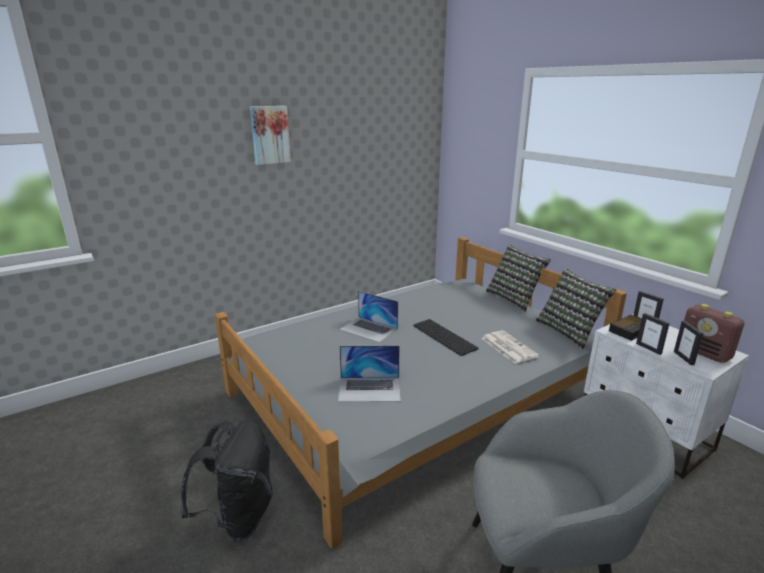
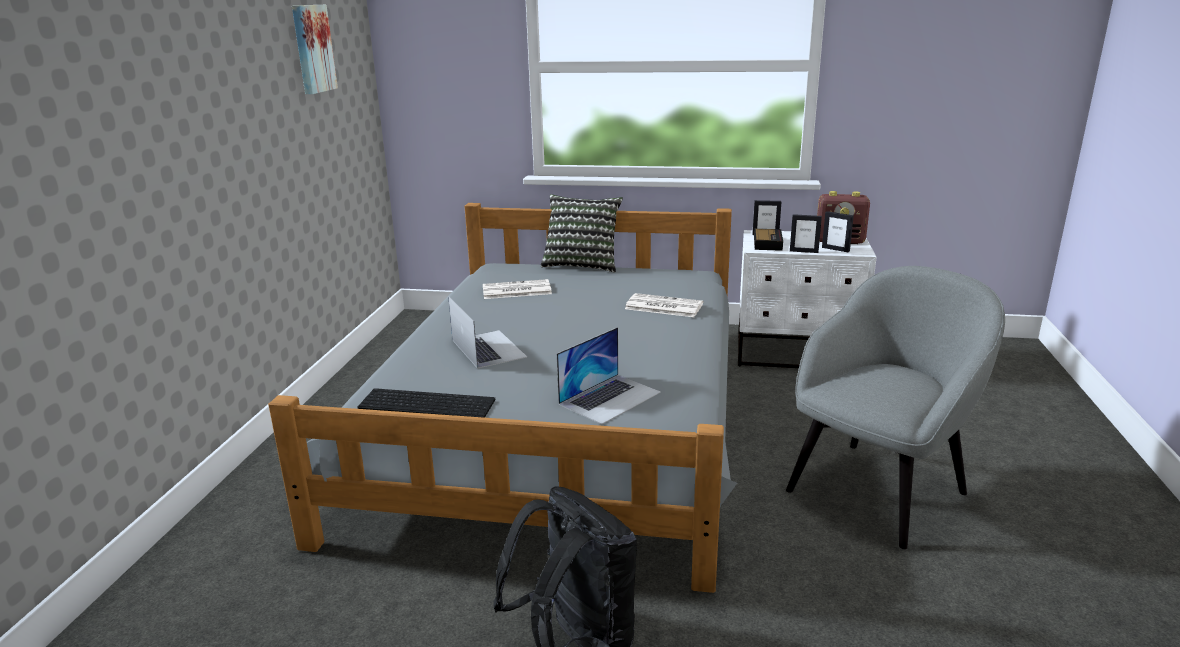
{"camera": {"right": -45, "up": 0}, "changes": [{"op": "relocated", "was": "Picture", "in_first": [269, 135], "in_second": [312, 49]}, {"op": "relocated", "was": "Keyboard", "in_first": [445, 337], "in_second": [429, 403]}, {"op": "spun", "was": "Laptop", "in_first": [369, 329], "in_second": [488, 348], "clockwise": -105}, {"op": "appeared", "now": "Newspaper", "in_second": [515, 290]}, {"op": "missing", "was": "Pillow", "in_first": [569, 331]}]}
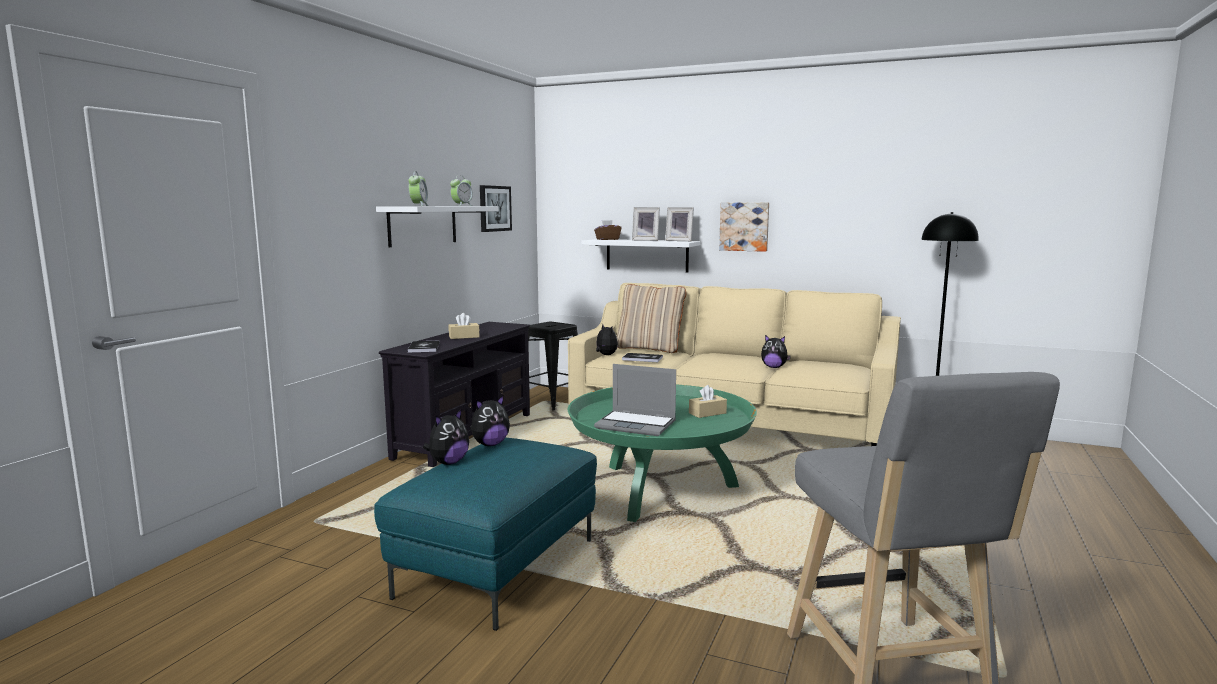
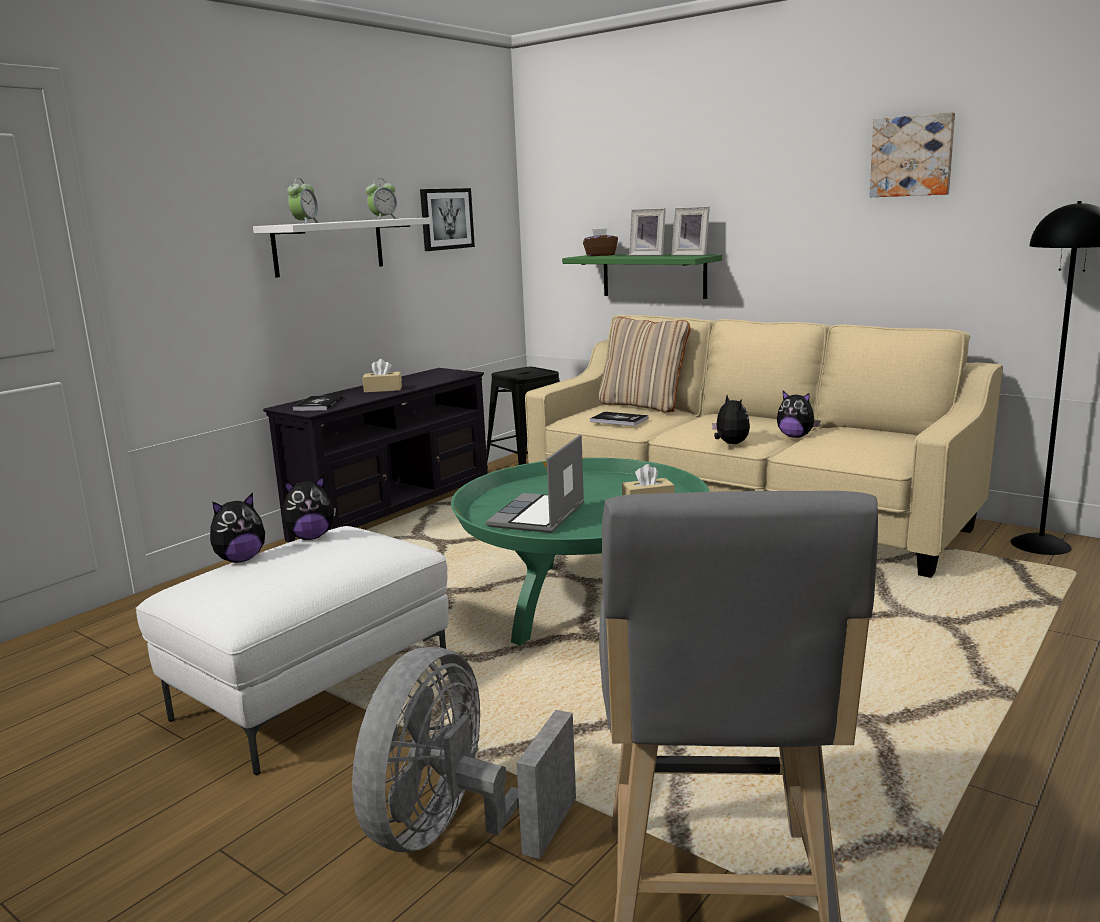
{"camera": {"right": 15, "up": 5}, "changes": [{"op": "colour", "was": "TurquoiseOttoman", "now": "WhiteOttoman", "in_first": [497, 567], "in_second": [313, 692]}, {"op": "appeared", "now": "GreyFan", "in_second": [455, 831]}, {"op": "spun", "was": "Laptop", "in_first": [637, 425], "in_second": [538, 516], "clockwise": 75}, {"op": "colour", "was": "WhiteShelf", "now": "GreenShelf", "in_first": [647, 255], "in_second": [654, 276]}, {"op": "relocated", "was": "PlushToy", "in_first": [605, 355], "in_second": [730, 444]}, {"op": "relocated", "was": "Picture", "in_first": [744, 226], "in_second": [912, 156]}]}
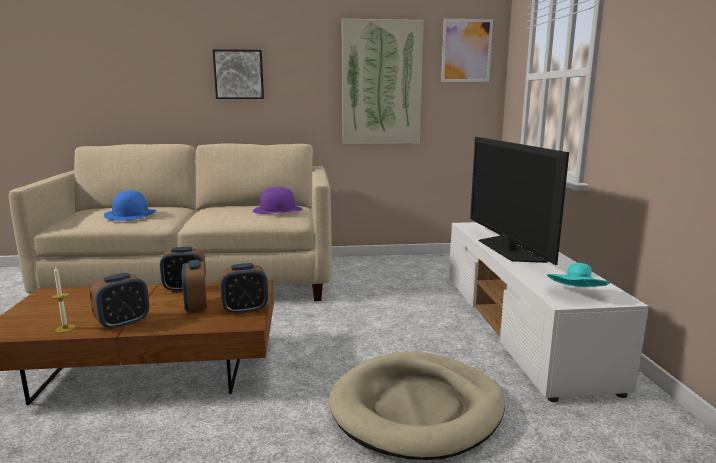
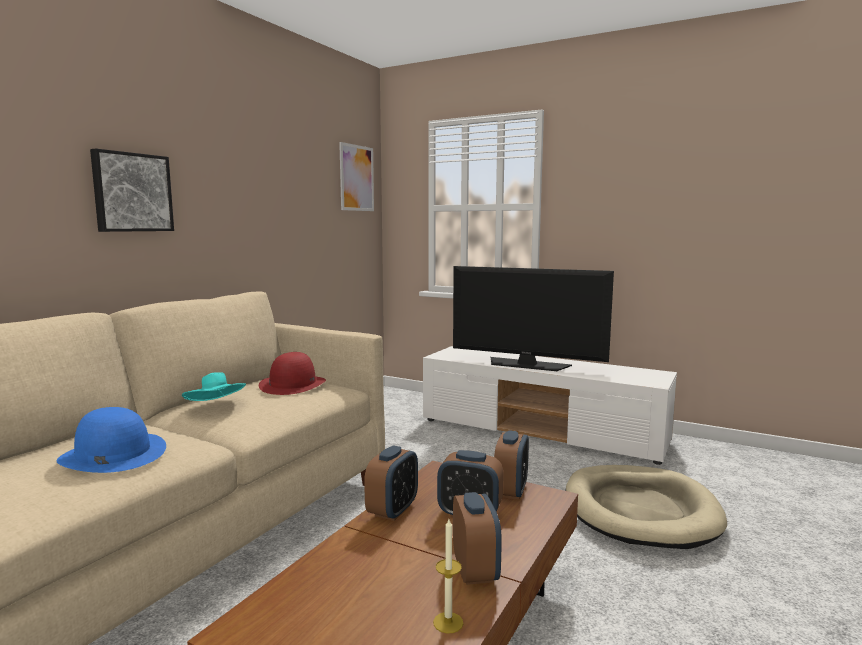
{"camera": {"right": -55, "up": -5}, "changes": [{"op": "relocated", "was": "TurquoiseHat", "in_first": [577, 295], "in_second": [216, 406]}, {"op": "colour", "was": "PurpleHat", "now": "RedHat", "in_first": [277, 210], "in_second": [292, 384]}, {"op": "missing", "was": "Picture", "in_first": [381, 83]}]}
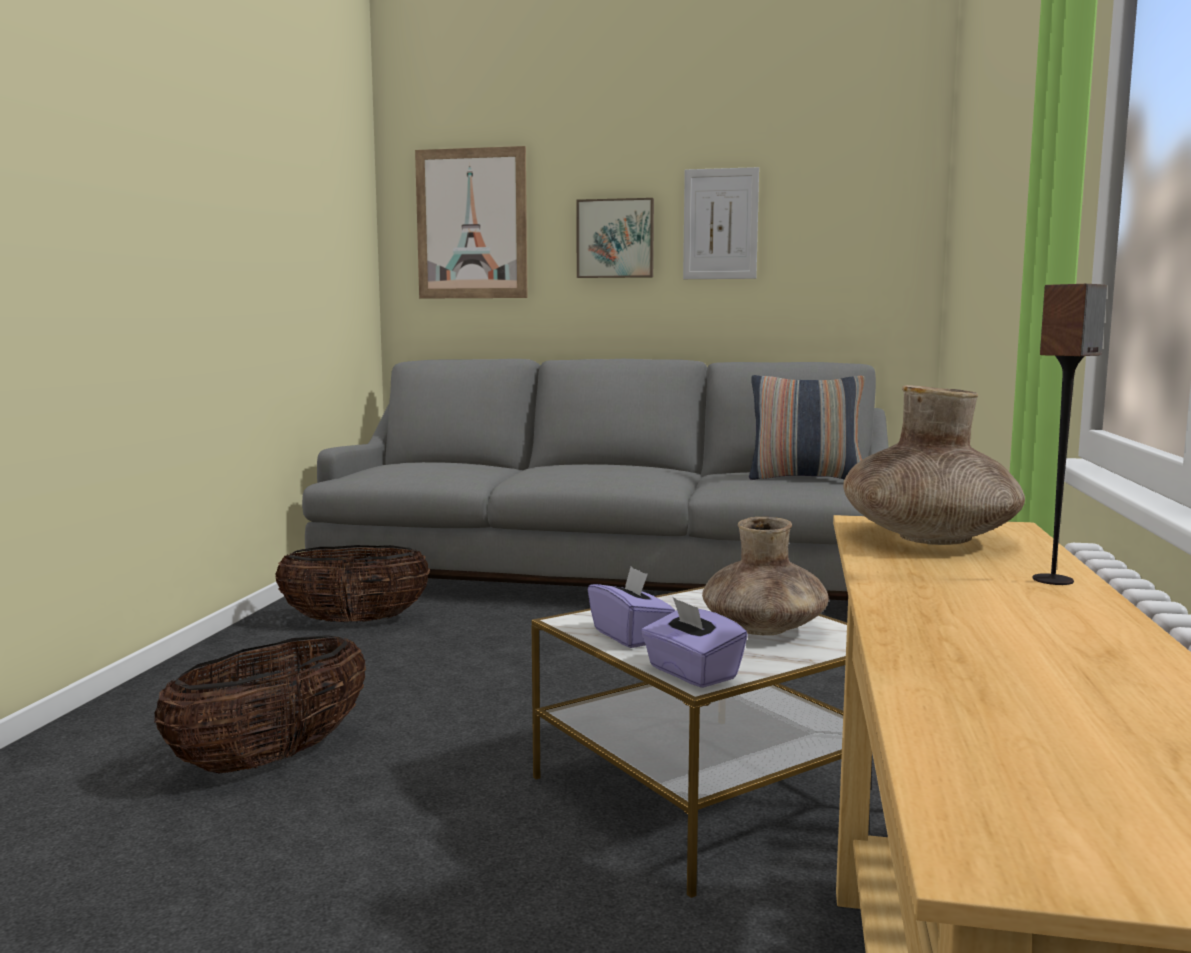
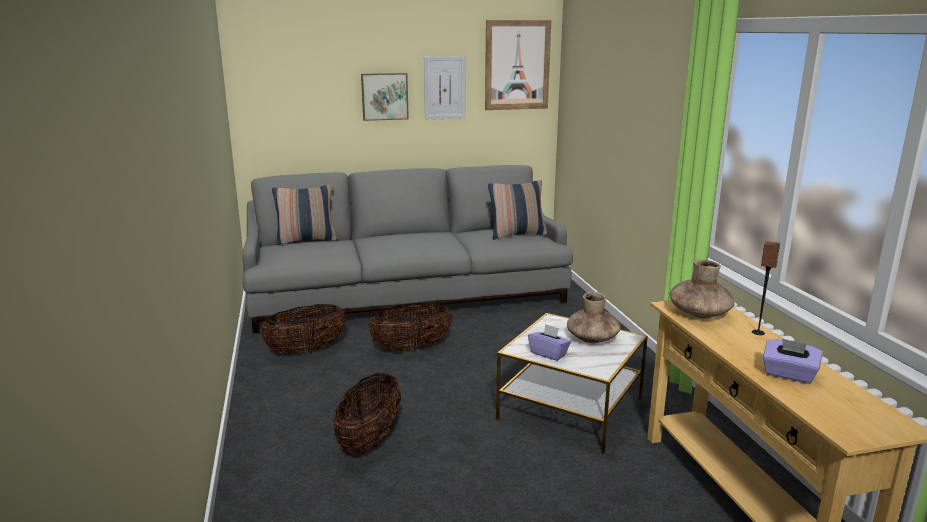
{"camera": {"right": -25, "up": 10}, "changes": [{"op": "appeared", "now": "Pillow", "in_second": [306, 240]}, {"op": "appeared", "now": "Basket", "in_second": [411, 348]}, {"op": "relocated", "was": "Picture", "in_first": [472, 224], "in_second": [517, 65]}, {"op": "relocated", "was": "PurpleTissueBox", "in_first": [691, 673], "in_second": [788, 375]}]}
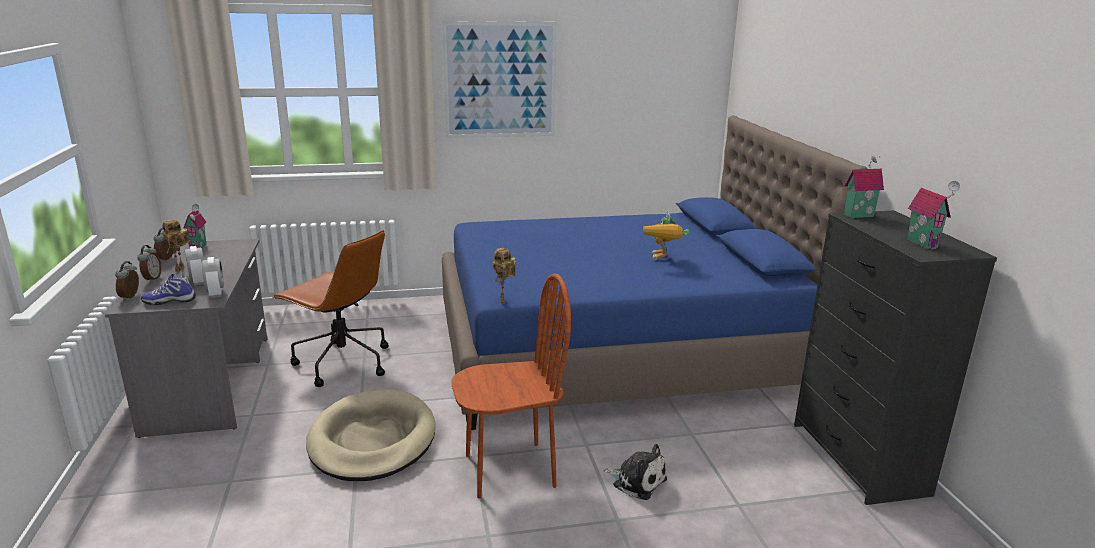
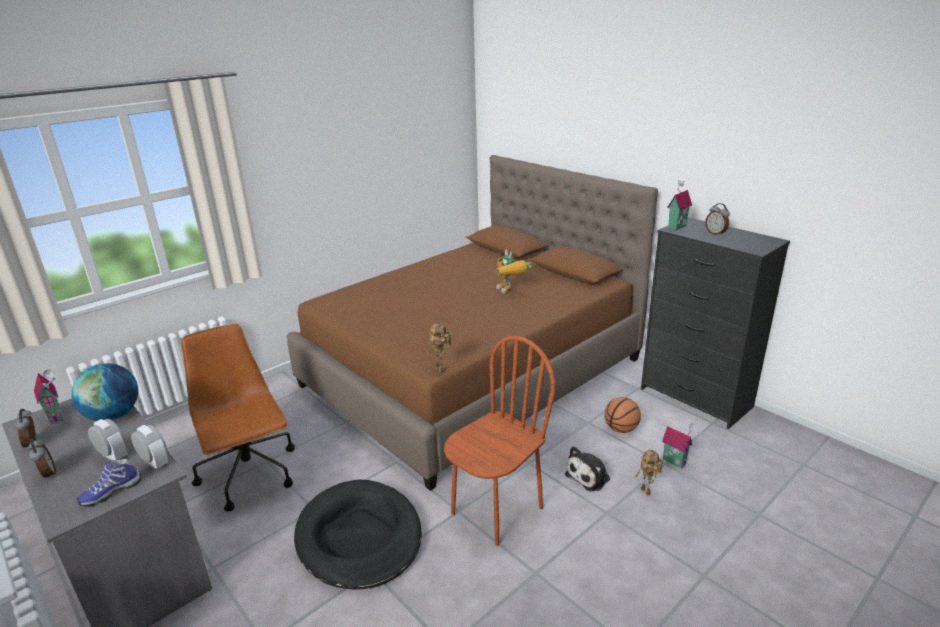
{"camera": {"right": -30, "up": 5}, "changes": [{"op": "appeared", "now": "Globe", "in_second": [114, 415]}, {"op": "spun", "was": "BrownOfficeChair", "in_first": [341, 363], "in_second": [250, 475], "clockwise": -120}, {"op": "colour", "was": "BlueBed", "now": "BrownBed", "in_first": [616, 348], "in_second": [472, 372]}, {"op": "colour", "was": "BeigeDogBed", "now": "BlackDogBed", "in_first": [372, 440], "in_second": [359, 537]}, {"op": "spun", "was": "PlushToy", "in_first": [637, 481], "in_second": [589, 476], "clockwise": 135}, {"op": "appeared", "now": "Basketball", "in_second": [621, 429]}, {"op": "relocated", "was": "ToyRobot", "in_first": [180, 269], "in_second": [647, 491]}, {"op": "relocated", "was": "ToyHouse", "in_first": [924, 243], "in_second": [675, 461]}, {"op": "relocated", "was": "AlarmClock", "in_first": [131, 297], "in_second": [716, 233]}, {"op": "missing", "was": "Picture", "in_first": [500, 80]}]}
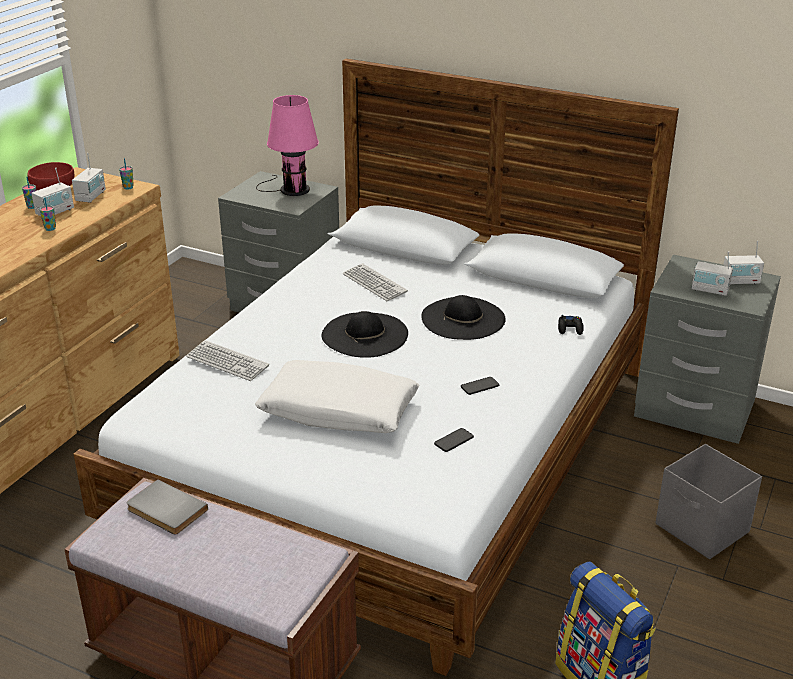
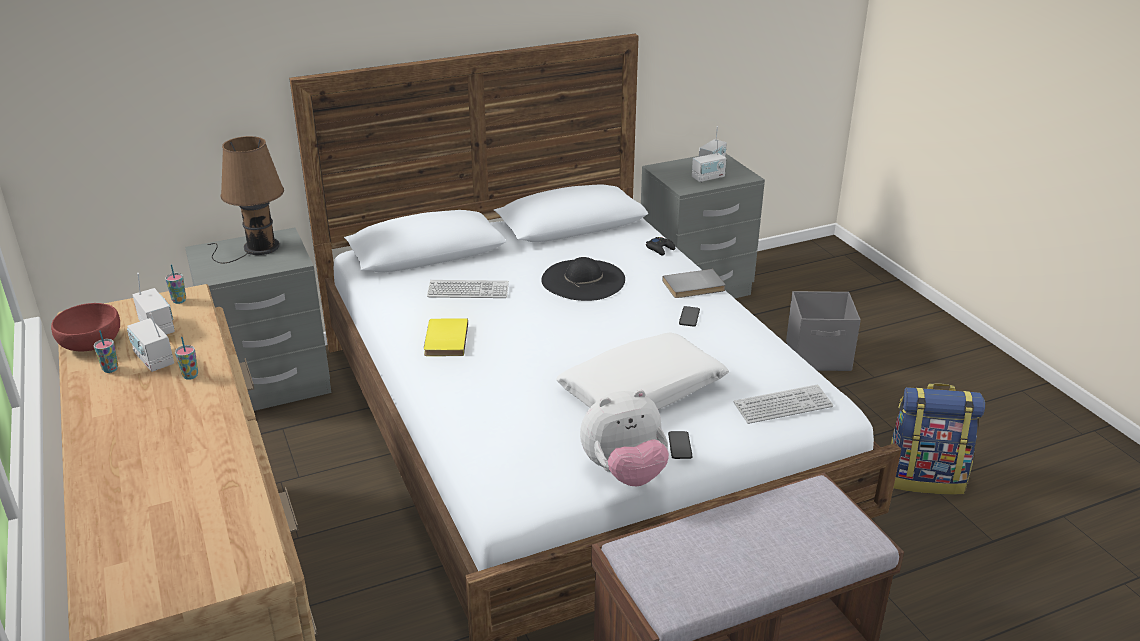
{"camera": {"right": -50, "up": 0}, "changes": [{"op": "spun", "was": "Radio", "in_first": [55, 212], "in_second": [154, 360], "clockwise": 150}, {"op": "colour", "was": "PinkTableLamp", "now": "BrownTableLamp", "in_first": [291, 189], "in_second": [257, 248]}, {"op": "appeared", "now": "YellowBook", "in_second": [444, 340]}, {"op": "appeared", "now": "PlushToy", "in_second": [624, 472]}, {"op": "relocated", "was": "GreyBook", "in_first": [165, 511], "in_second": [694, 287]}, {"op": "relocated", "was": "Phone", "in_first": [454, 441], "in_second": [680, 446]}, {"op": "relocated", "was": "Keyboard", "in_first": [227, 362], "in_second": [783, 406]}, {"op": "missing", "was": "BlackHat", "in_first": [365, 334]}]}
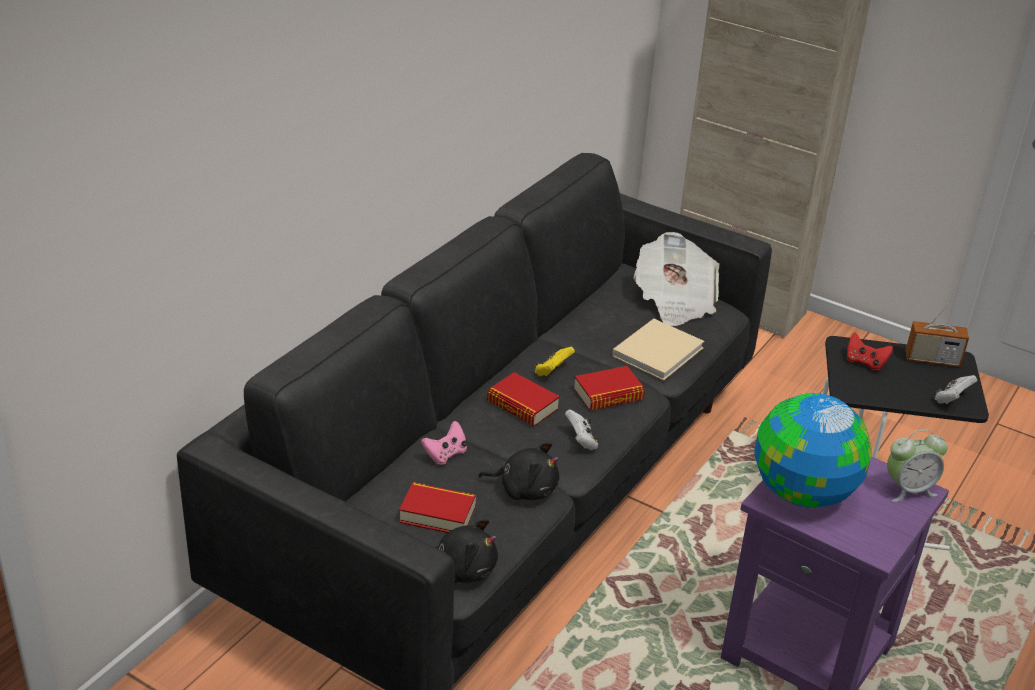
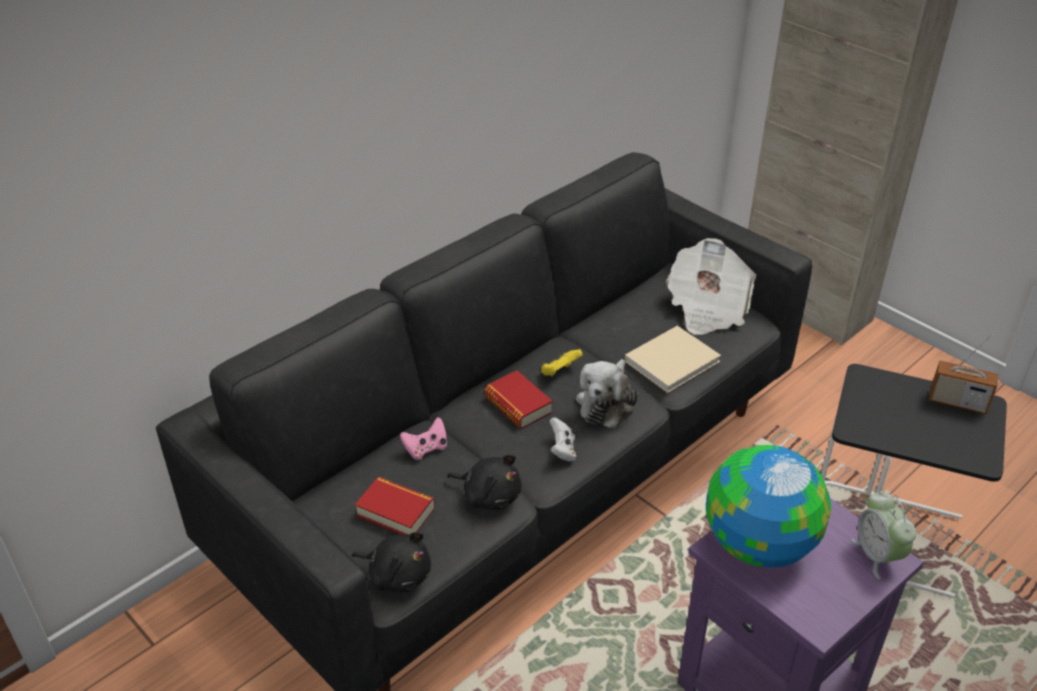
{"camera": {"right": 15, "up": 5}, "changes": [{"op": "exchanged", "was": "Book", "now": "PlushToy", "in_first": [608, 395], "in_second": [606, 402]}, {"op": "spun", "was": "AlarmClock", "in_first": [908, 489], "in_second": [877, 555], "clockwise": 75}, {"op": "missing", "was": "RedGameController", "in_first": [865, 363]}, {"op": "missing", "was": "WhiteGameController", "in_first": [951, 400]}]}
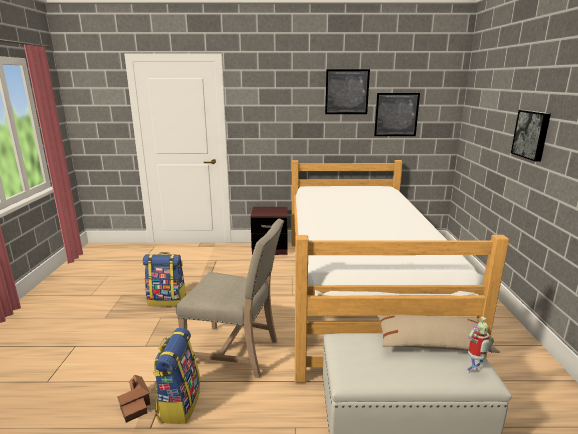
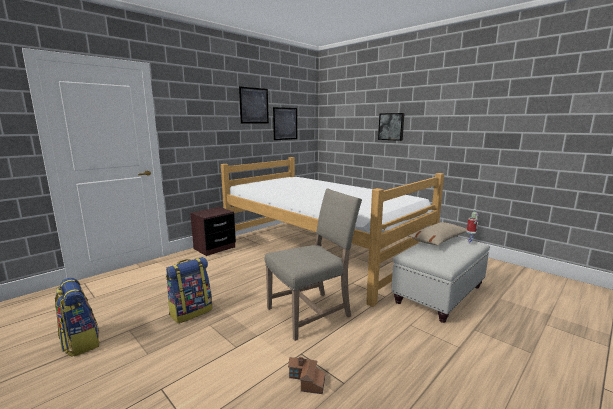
{"camera": {"right": -45, "up": -5}, "changes": [{"op": "relocated", "was": "Backpack", "in_first": [179, 403], "in_second": [80, 342]}]}
